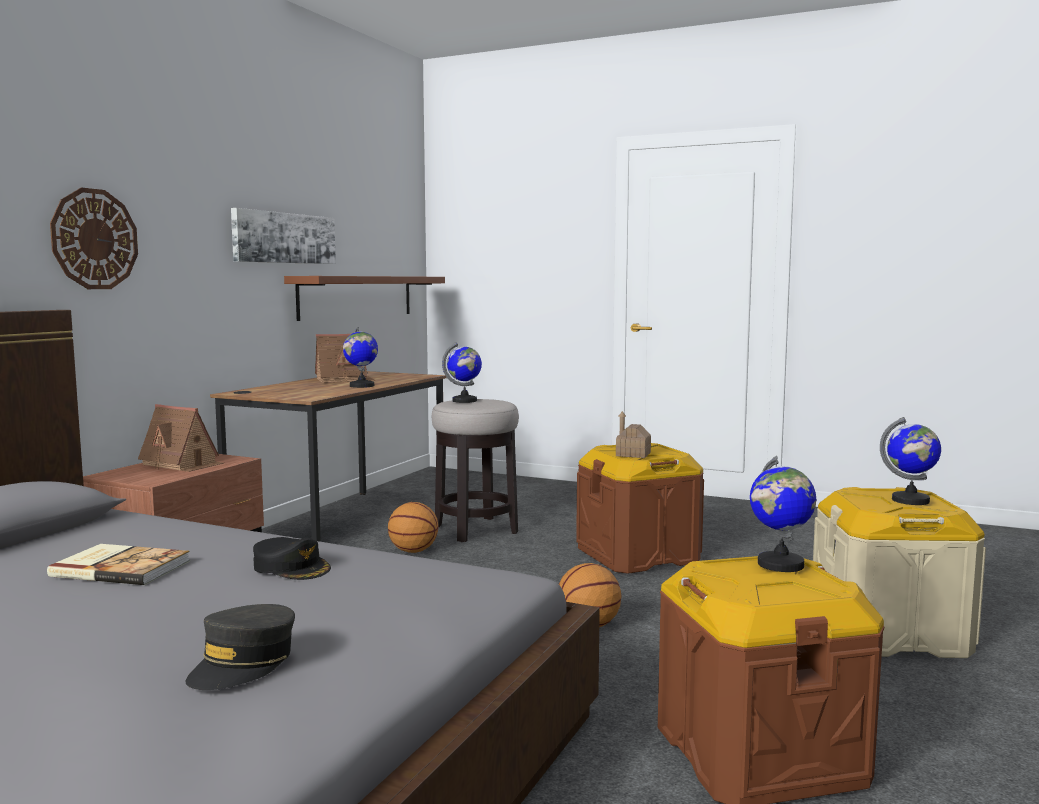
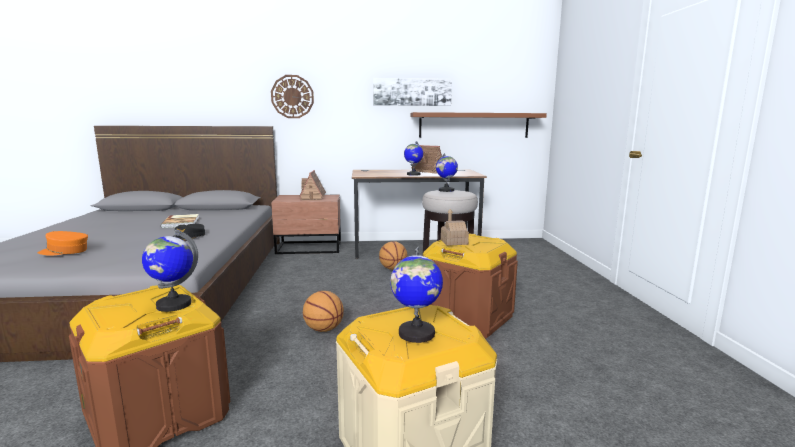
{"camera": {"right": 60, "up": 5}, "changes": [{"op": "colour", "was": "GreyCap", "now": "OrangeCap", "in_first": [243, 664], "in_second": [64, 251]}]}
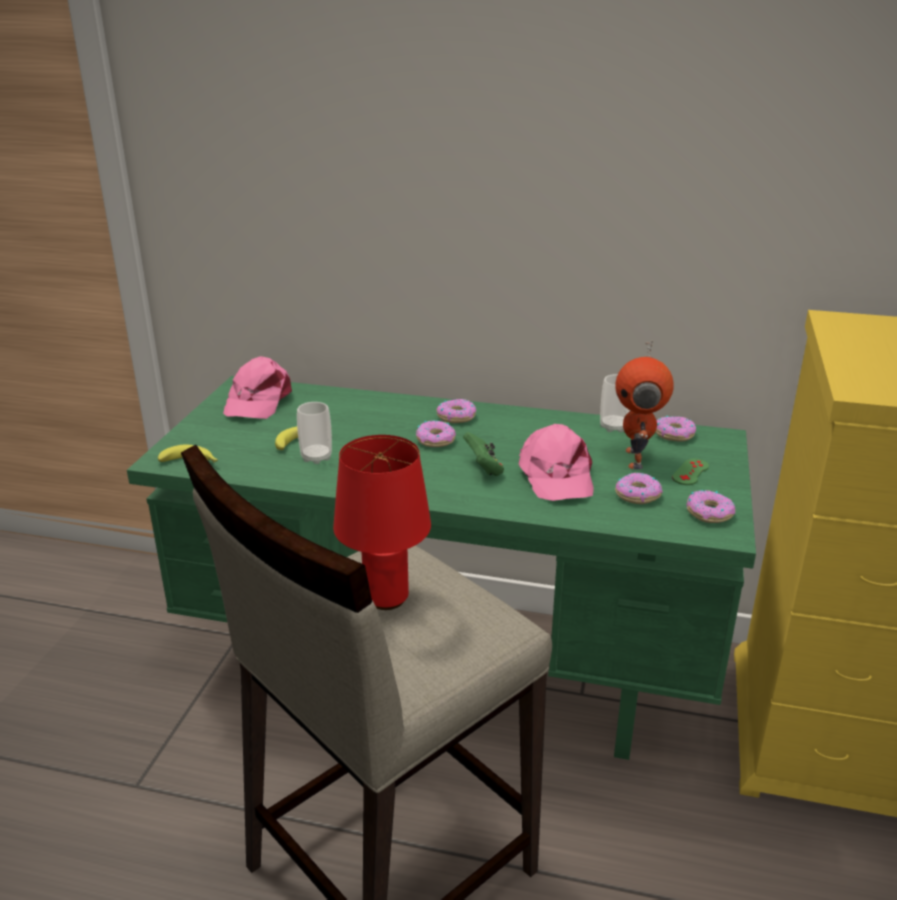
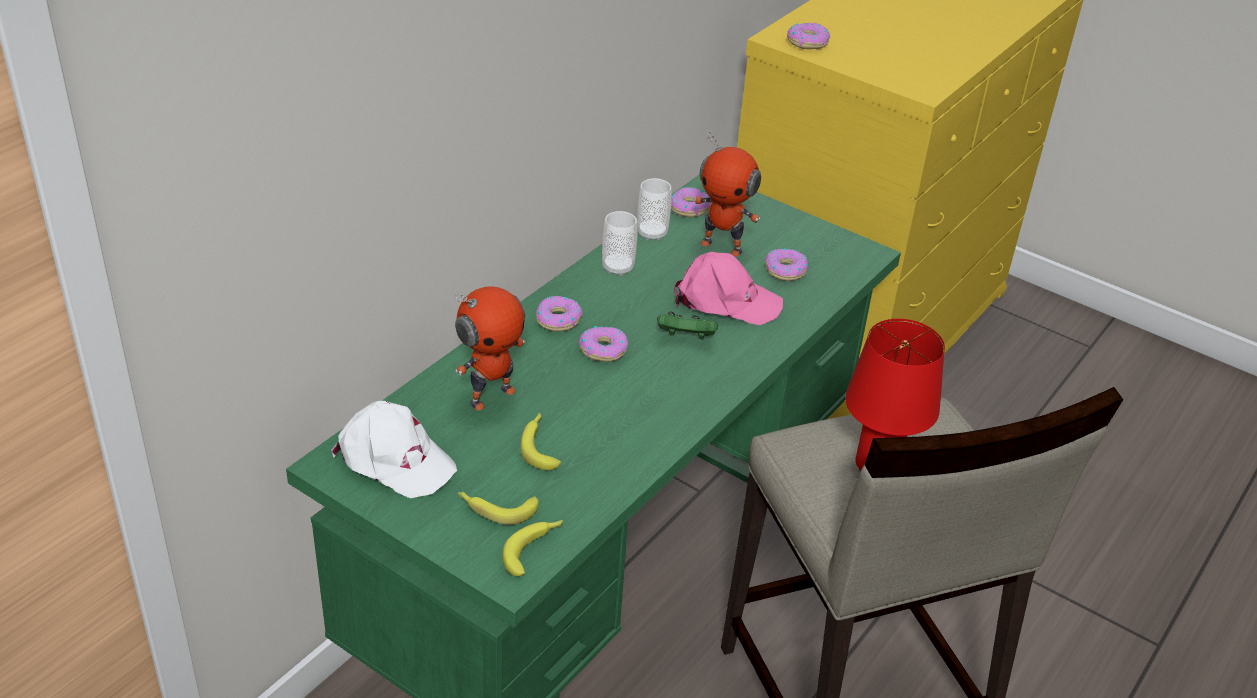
{"camera": {"right": -70, "up": 10}, "changes": [{"op": "colour", "was": "PinkCap", "now": "WhiteCap", "in_first": [257, 400], "in_second": [394, 459]}, {"op": "appeared", "now": "ToyRobot", "in_second": [491, 395]}, {"op": "appeared", "now": "Banana", "in_second": [496, 509]}, {"op": "relocated", "was": "Cup", "in_first": [316, 457], "in_second": [618, 268]}, {"op": "relocated", "was": "Donut", "in_first": [709, 513], "in_second": [807, 42]}, {"op": "missing", "was": "GreenGameController", "in_first": [690, 472]}]}
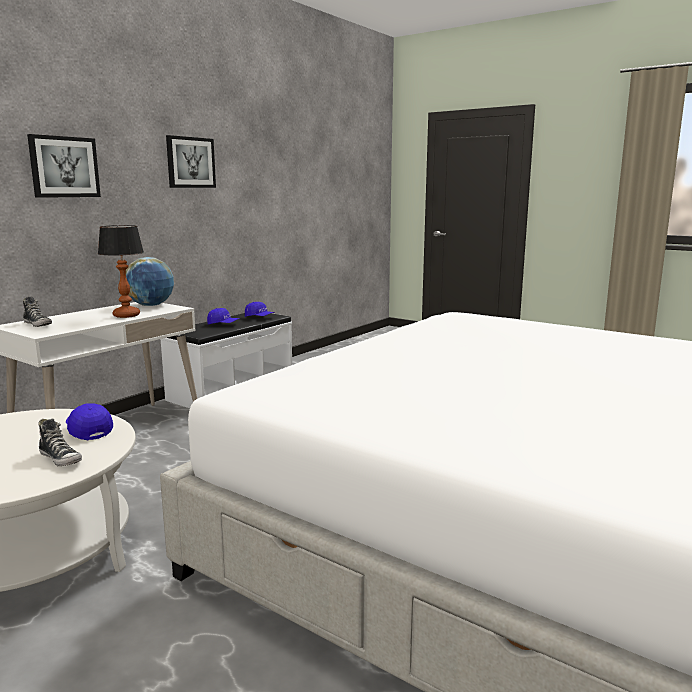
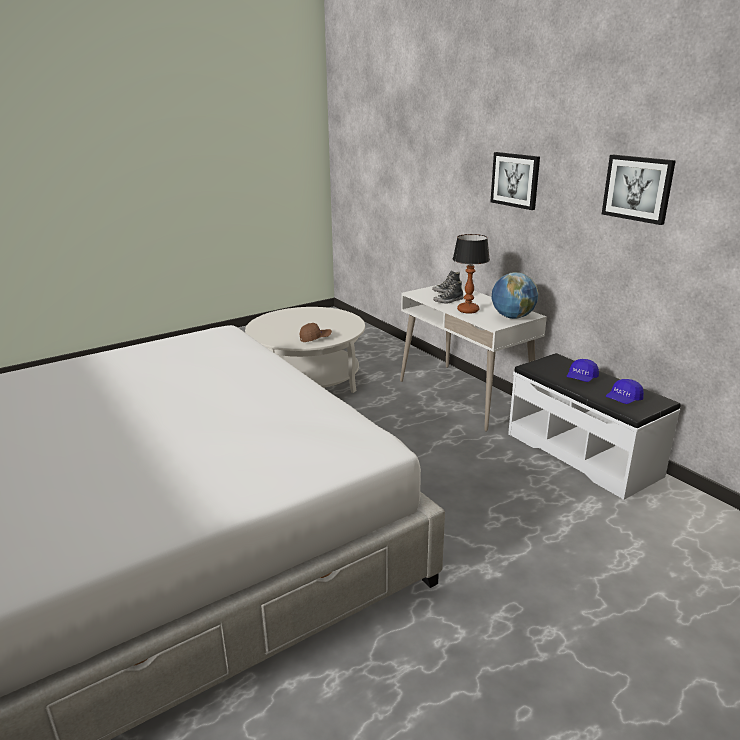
{"camera": {"right": 110, "up": 10}, "changes": [{"op": "colour", "was": "BlueCap", "now": "BrownCap", "in_first": [88, 430], "in_second": [315, 338]}, {"op": "relocated", "was": "Shoe", "in_first": [61, 459], "in_second": [448, 301]}]}
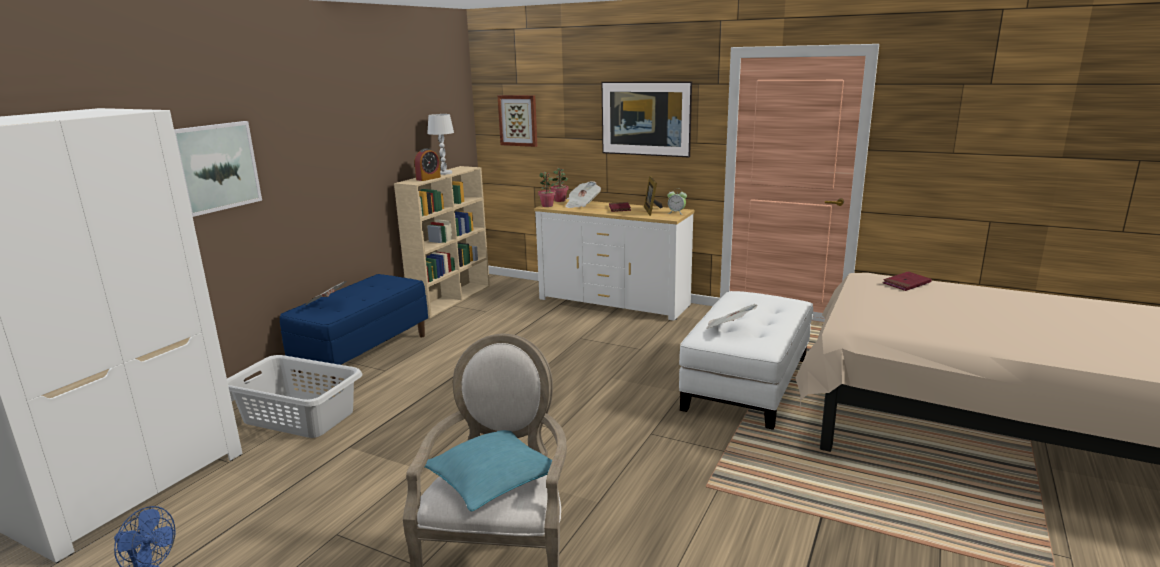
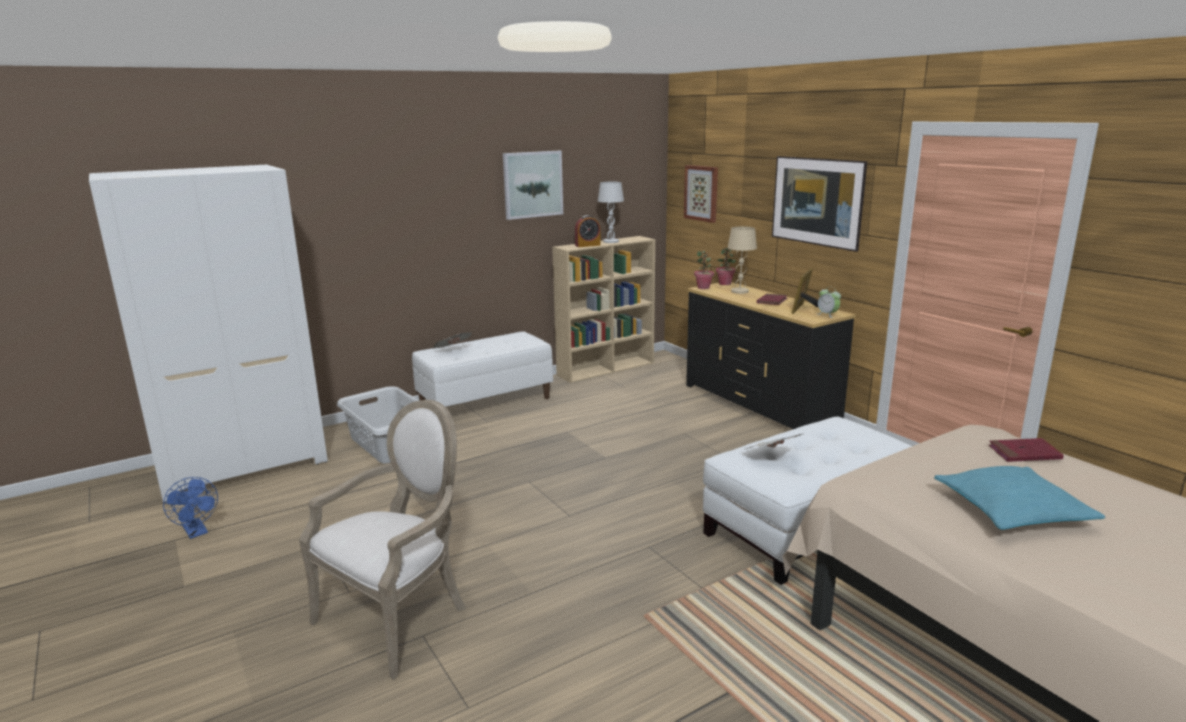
{"camera": {"right": 30, "up": 0}, "changes": [{"op": "colour", "was": "BlueBench", "now": "WhiteBench", "in_first": [363, 354], "in_second": [486, 402]}, {"op": "relocated", "was": "Picture", "in_first": [215, 167], "in_second": [532, 184]}, {"op": "colour", "was": "WhiteDresser", "now": "BlackDresser", "in_first": [614, 302], "in_second": [759, 404]}, {"op": "exchanged", "was": "Newspaper", "now": "BeigeTableLamp", "in_first": [582, 205], "in_second": [739, 291]}, {"op": "relocated", "was": "TurquoisePillow", "in_first": [491, 479], "in_second": [1012, 511]}]}
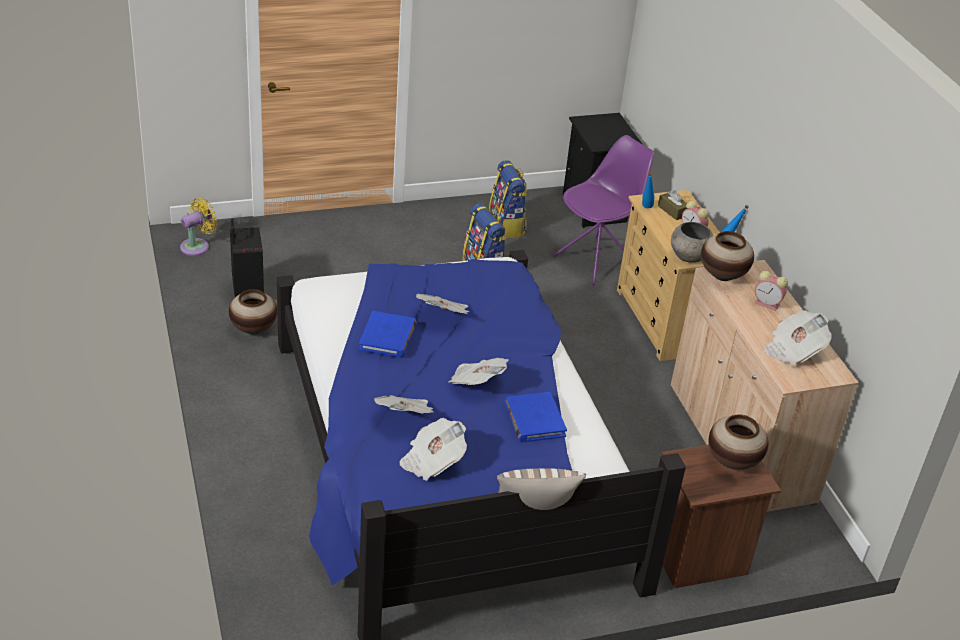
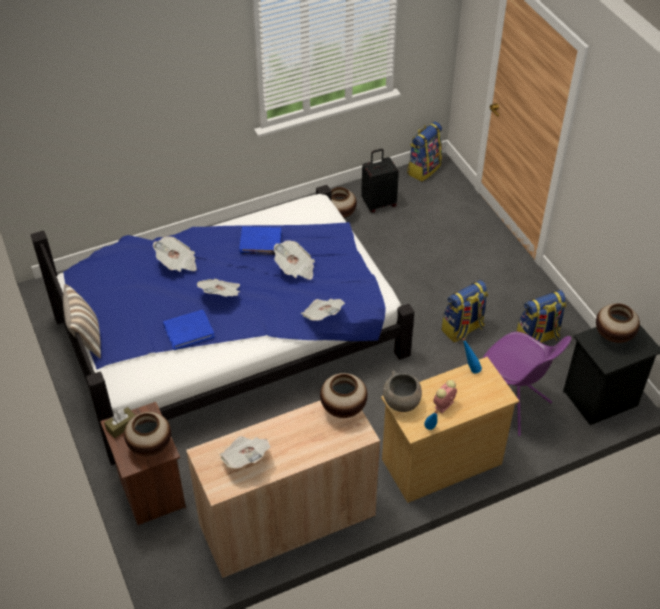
{"camera": {"right": 85, "up": 10}, "changes": [{"op": "relocated", "was": "BrownTissueBox", "in_first": [672, 211], "in_second": [121, 426]}, {"op": "relocated", "was": "Newspaper", "in_first": [432, 461], "in_second": [322, 316]}, {"op": "exchanged", "was": "YellowFan", "now": "Backpack", "in_first": [197, 246], "in_second": [423, 169]}, {"op": "appeared", "now": "Vase", "in_second": [613, 335]}, {"op": "missing", "was": "AlarmClock", "in_first": [768, 304]}]}
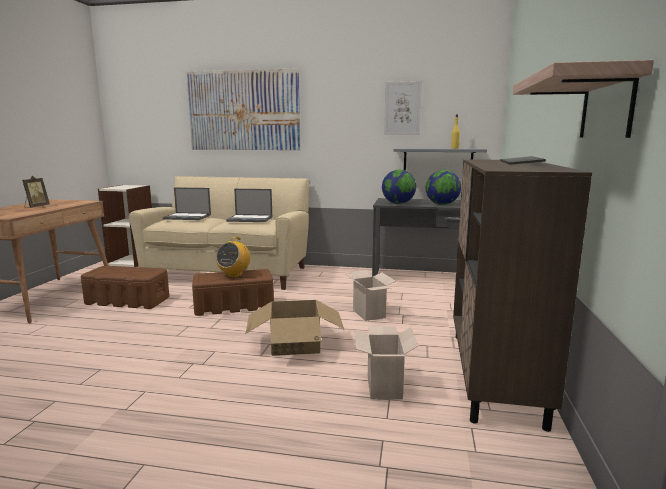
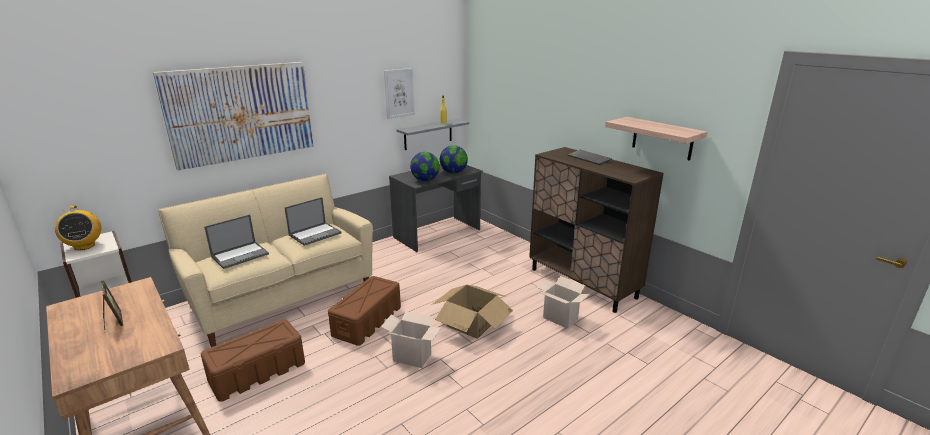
{"camera": {"right": -50, "up": 10}, "changes": [{"op": "relocated", "was": "Radio", "in_first": [234, 275], "in_second": [84, 246]}, {"op": "relocated", "was": "CardboardBox", "in_first": [370, 314], "in_second": [413, 357]}]}
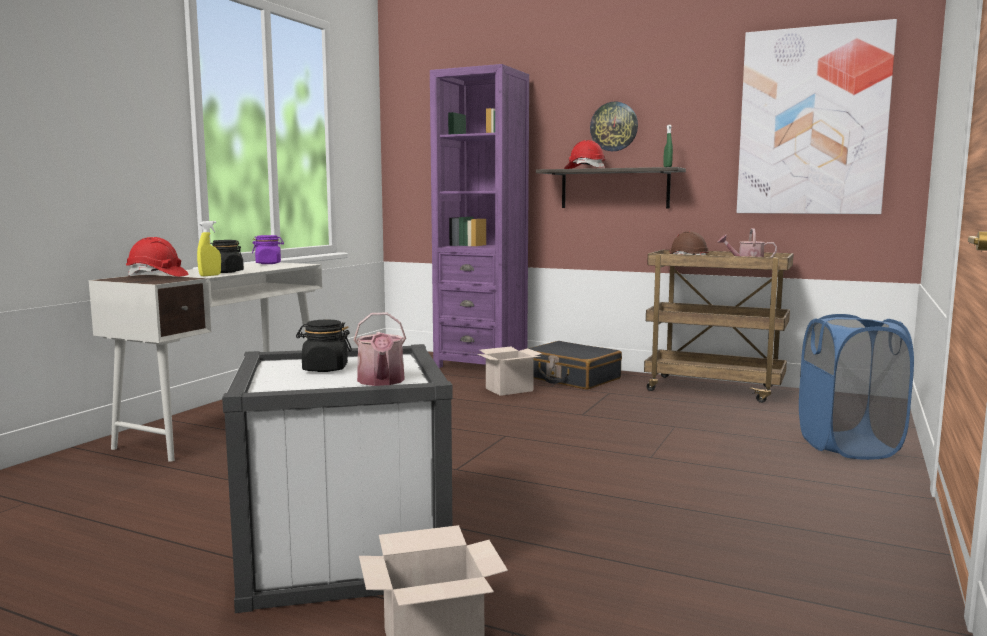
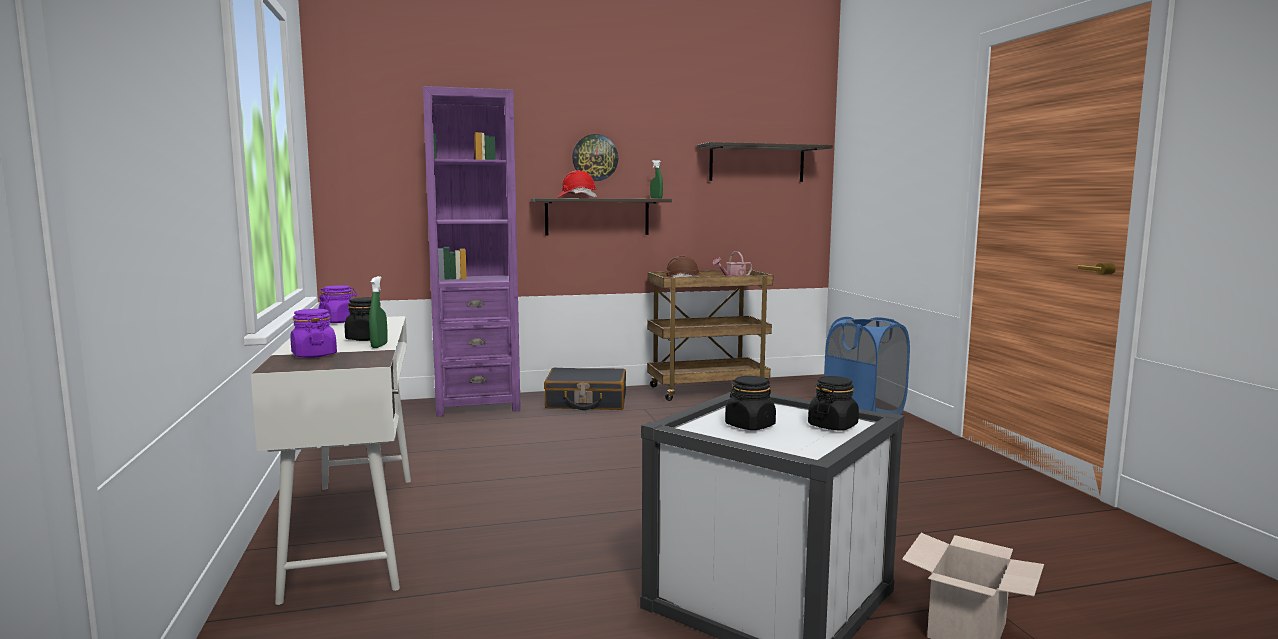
{"camera": {"right": -40, "up": 0}, "changes": [{"op": "exchanged", "was": "RedHardHat", "now": "PurpleJar", "in_first": [157, 276], "in_second": [314, 355]}, {"op": "colour", "was": "YellowSprayBottle", "now": "GreenSprayBottle", "in_first": [210, 275], "in_second": [379, 346]}, {"op": "exchanged", "was": "Picture", "now": "Shelf", "in_first": [812, 122], "in_second": [757, 163]}, {"op": "exchanged", "was": "WateringCan", "now": "BlackJar", "in_first": [381, 382], "in_second": [832, 426]}, {"op": "missing", "was": "CardboardBox", "in_first": [509, 389]}]}
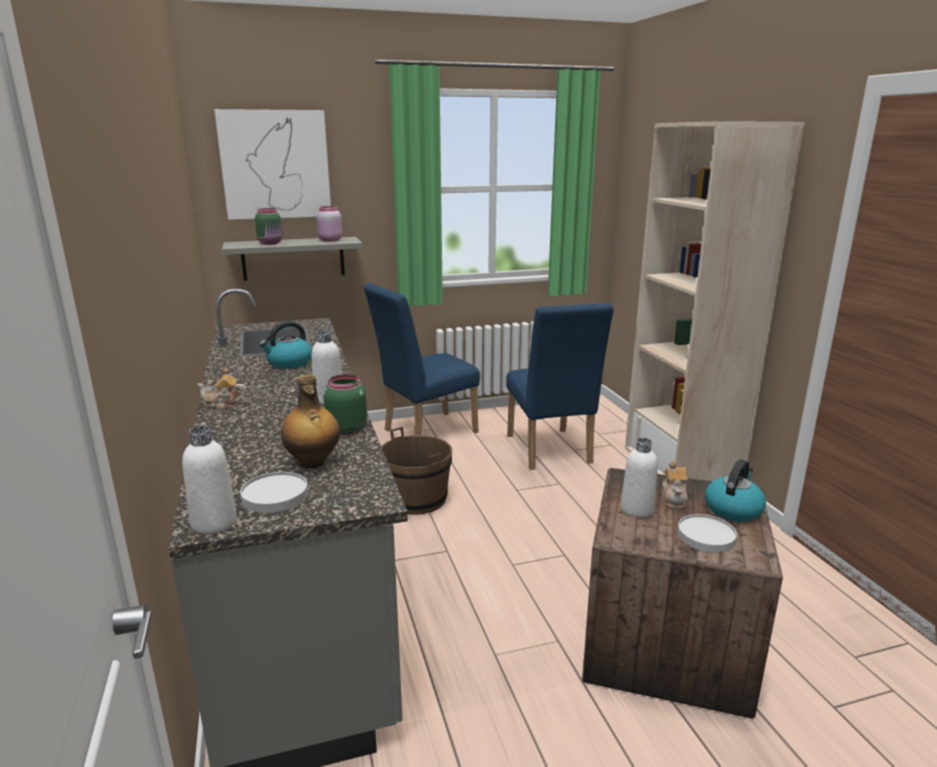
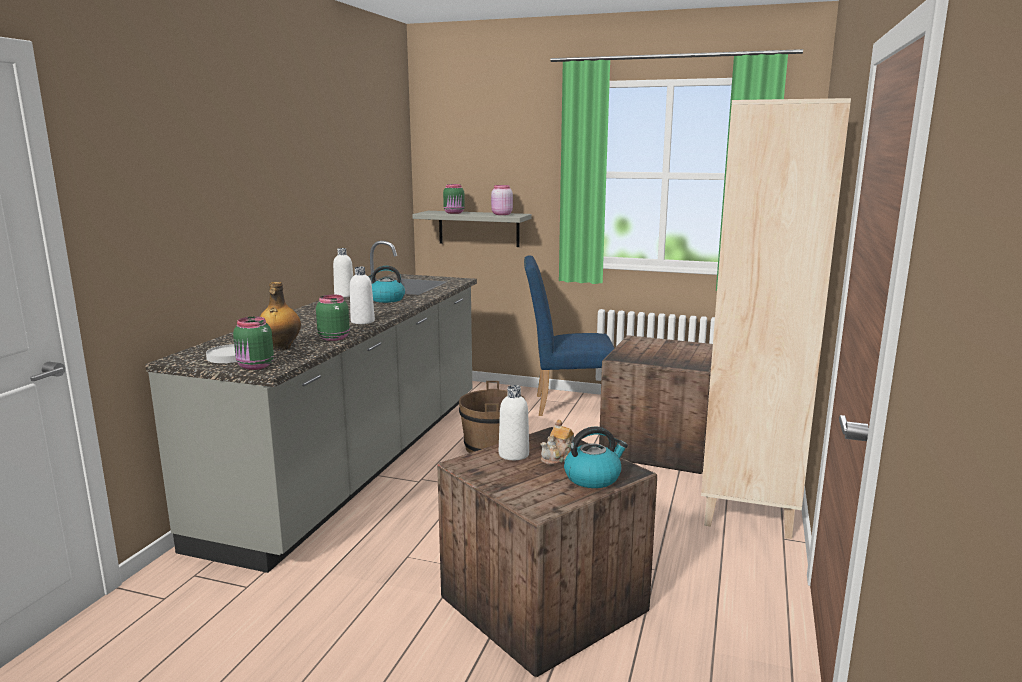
{"camera": {"right": 35, "up": -5}, "changes": [{"op": "appeared", "now": "GreenJar", "in_second": [255, 366]}, {"op": "relocated", "was": "WhiteBottle", "in_first": [214, 522], "in_second": [344, 295]}, {"op": "exchanged", "was": "BlueChair", "now": "Crate", "in_first": [550, 452], "in_second": [657, 446]}, {"op": "missing", "was": "Teapot", "in_first": [223, 405]}, {"op": "missing", "was": "Picture", "in_first": [275, 165]}, {"op": "missing", "was": "WhitePlate", "in_first": [705, 536]}]}
